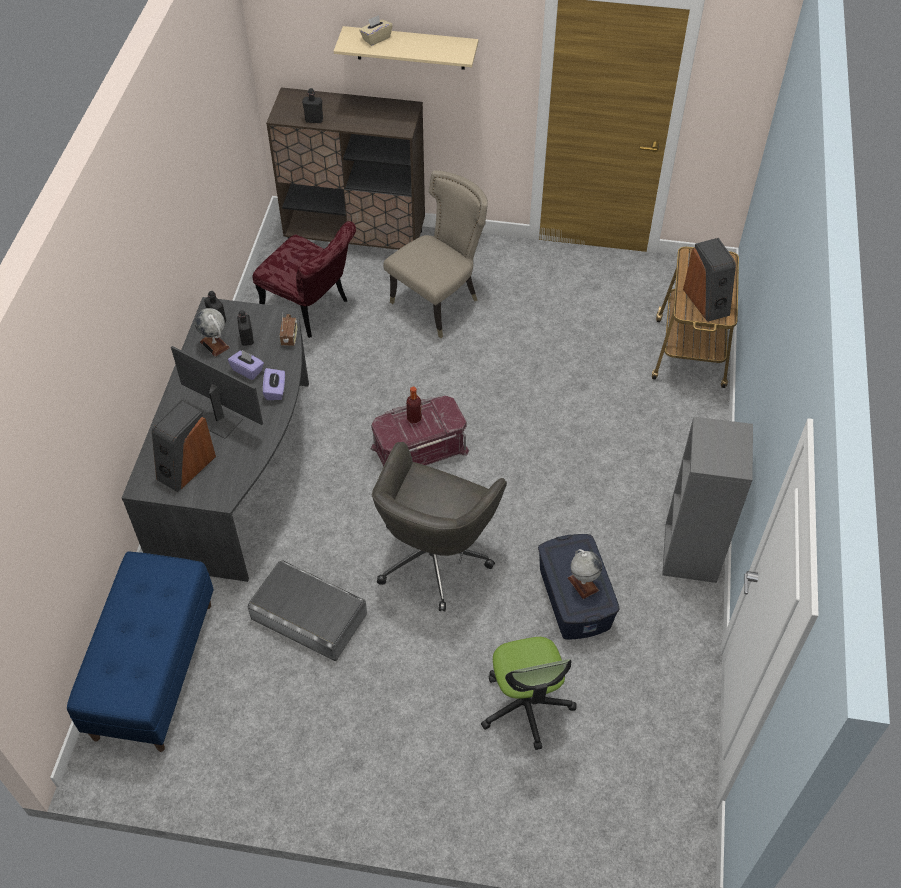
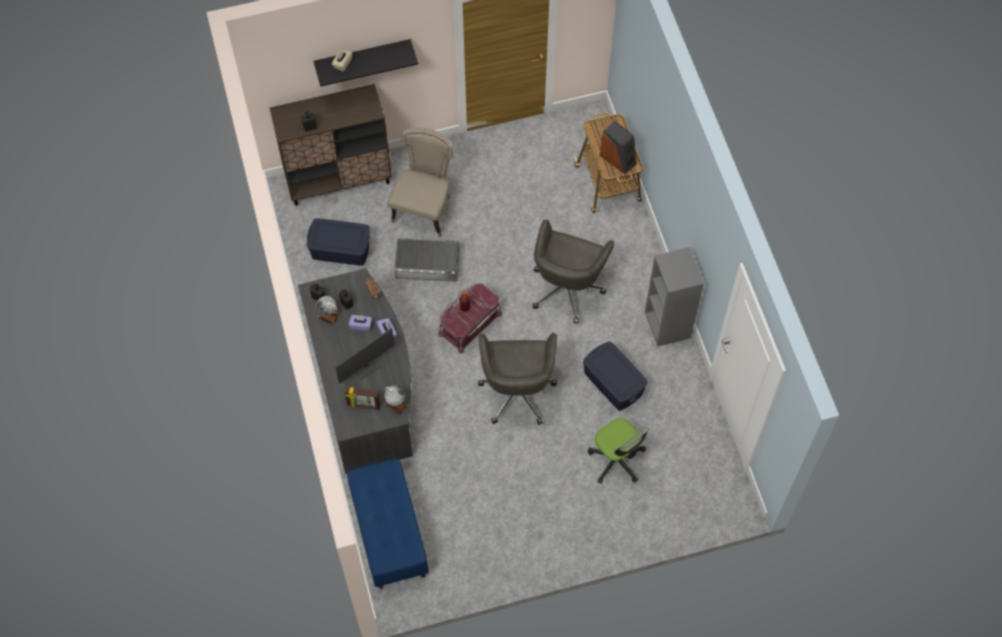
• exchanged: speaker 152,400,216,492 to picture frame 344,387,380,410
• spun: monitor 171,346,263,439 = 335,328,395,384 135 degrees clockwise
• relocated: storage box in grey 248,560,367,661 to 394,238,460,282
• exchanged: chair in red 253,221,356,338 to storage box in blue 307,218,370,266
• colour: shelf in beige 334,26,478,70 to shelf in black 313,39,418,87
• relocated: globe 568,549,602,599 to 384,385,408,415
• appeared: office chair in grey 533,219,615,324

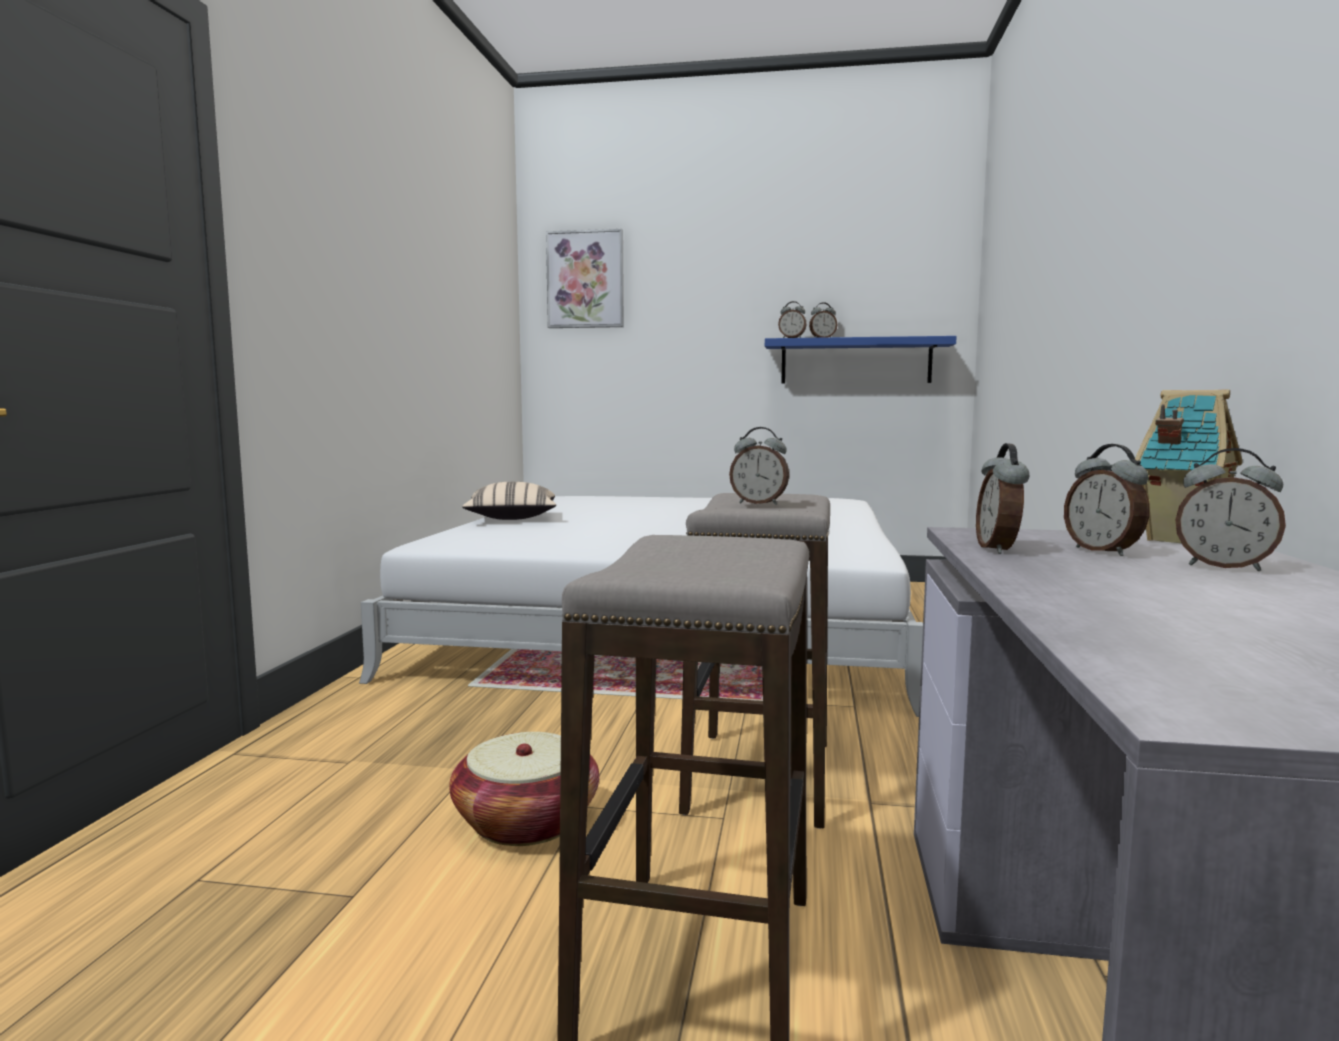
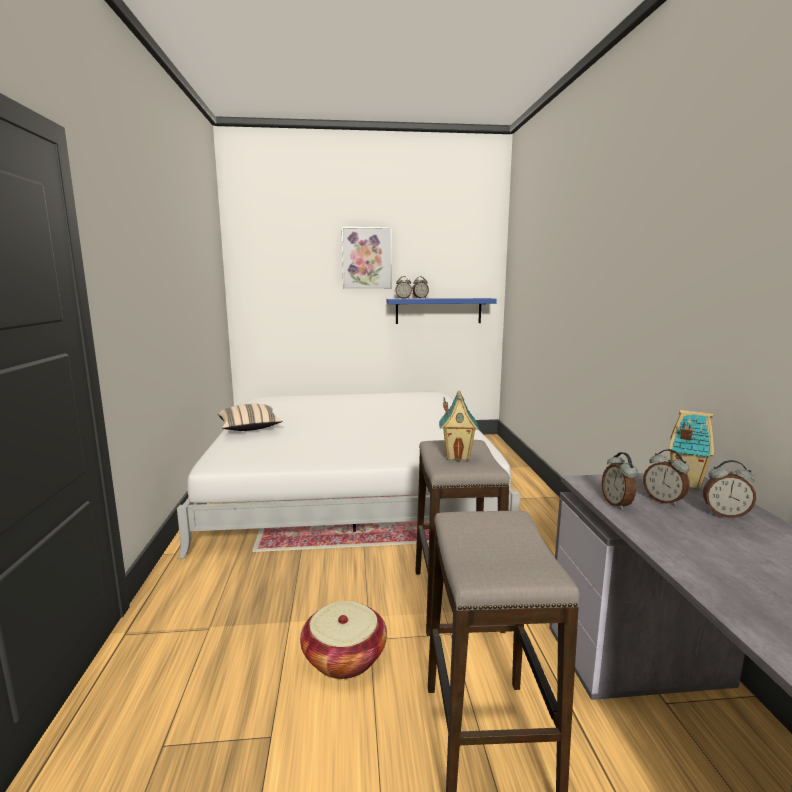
• relocated: picture 546,229,624,328 to 342,227,392,289
• exchanged: alarm clock 729,427,789,505 to toy house 439,390,479,460

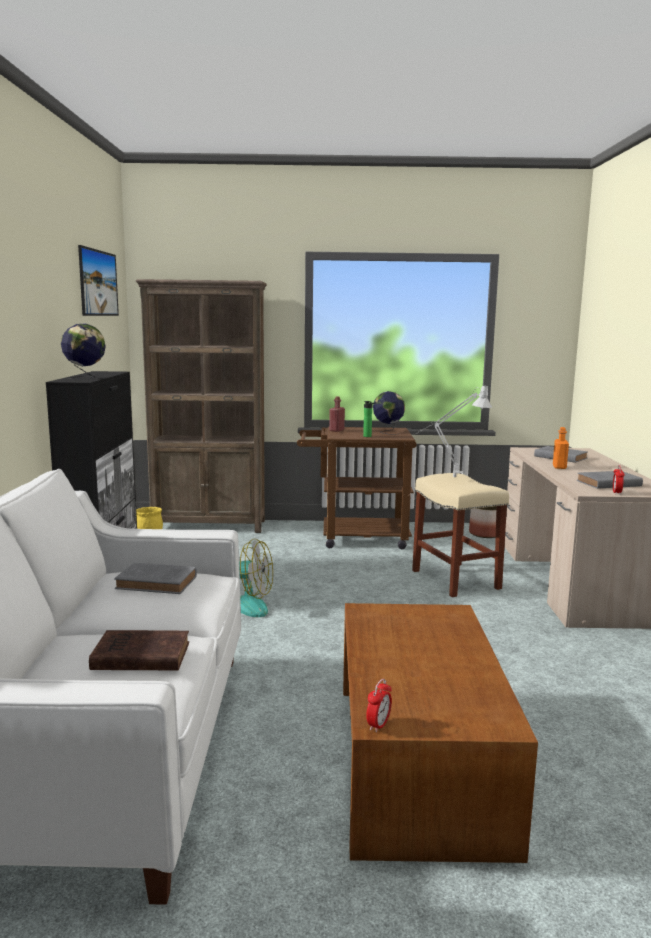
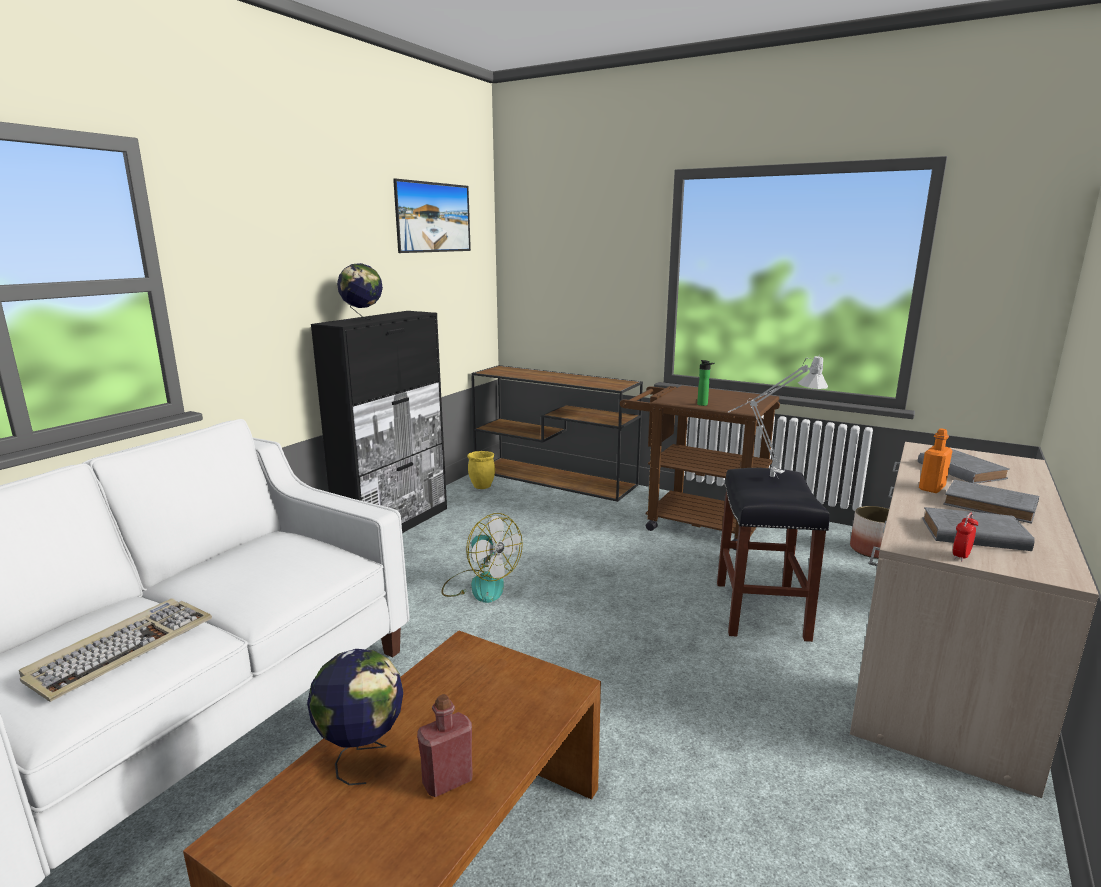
• exchanged: book in brown 89,630,189,670 to keyboard 19,599,212,702
• relocated: book in grey 114,563,197,594 to 943,480,1039,524
• exchanged: bookcase in brown 136,279,267,533 to console table in brown 471,365,643,502
• relocated: bottle in red 329,396,345,432 to 417,694,473,797
• missing: alarm clock 366,679,392,733
• relocated: globe 373,391,405,435 to 307,649,403,785
• colour: stool in beige 412,473,509,597 to stool in black 717,468,830,642

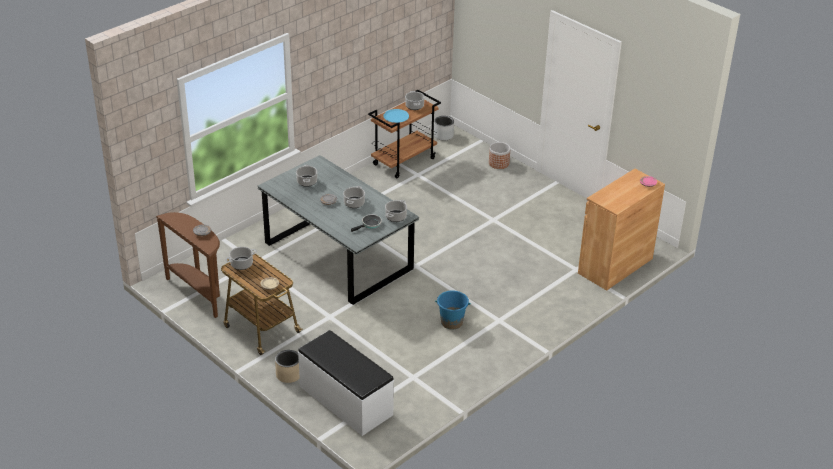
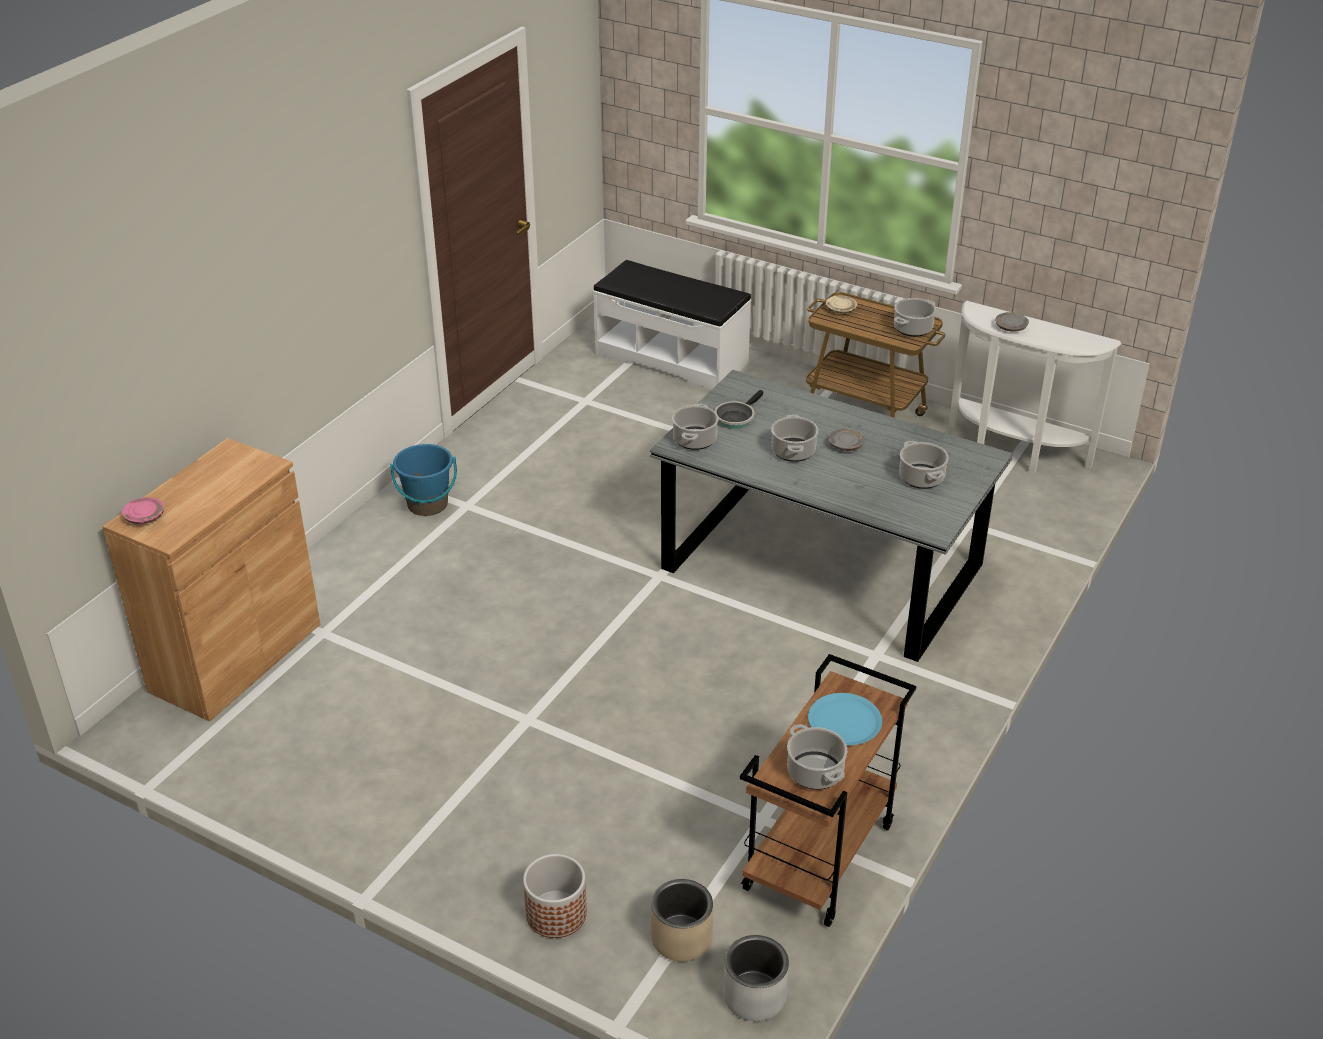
• colour: console table in brown 156,212,220,318 to console table in white 949,301,1121,474
• relocated: planter in beige 275,350,300,383 to 651,879,713,961
• relocated: bucket in blue 435,290,470,330 to 390,444,457,516

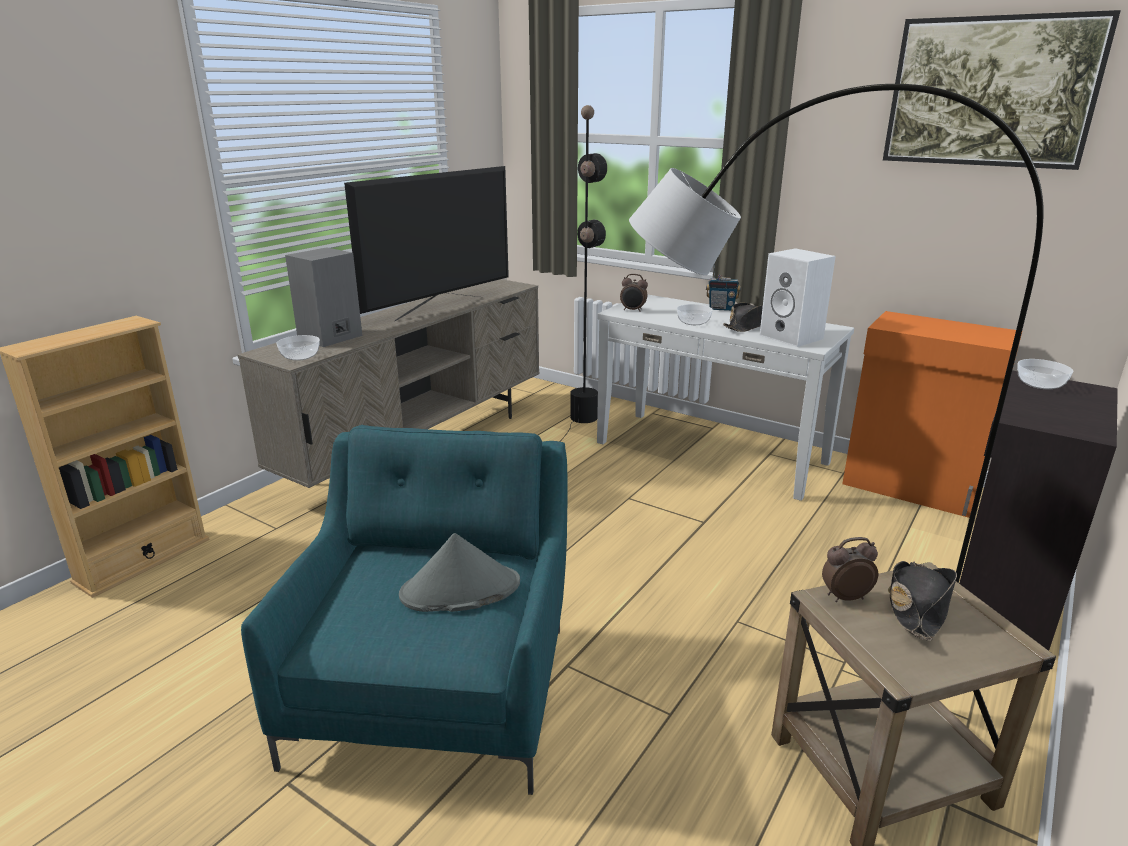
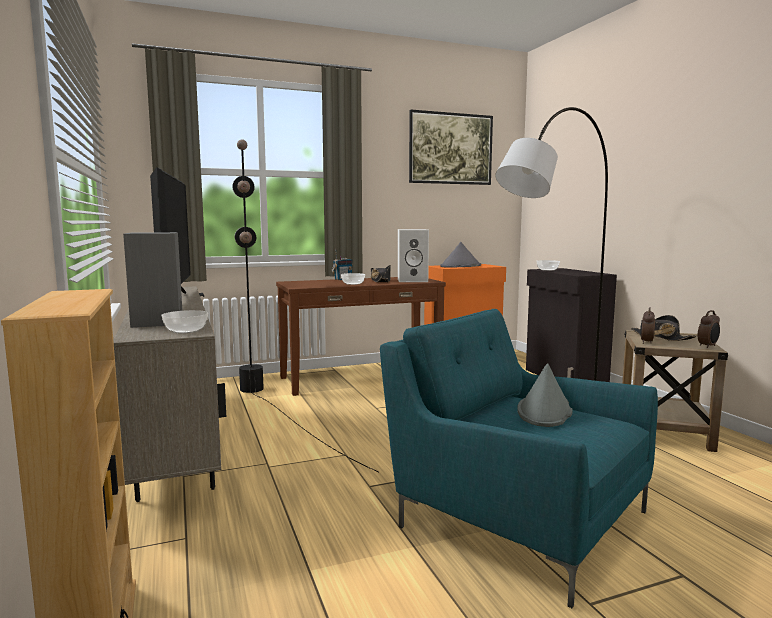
• colour: console table in white 597,294,854,501 to console table in brown 276,277,446,396
• relocated: alarm clock 620,274,648,312 to 698,310,720,348
• appeared: hat in grey 440,242,481,268

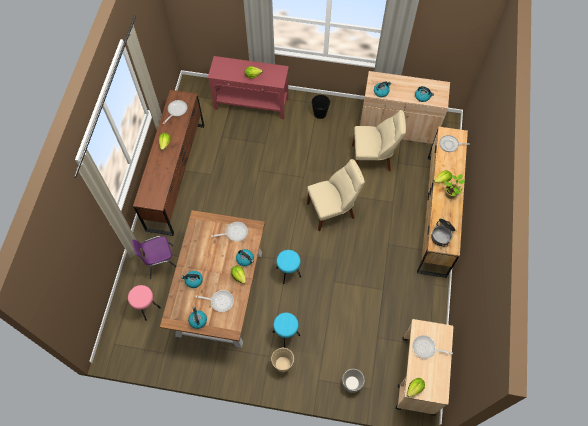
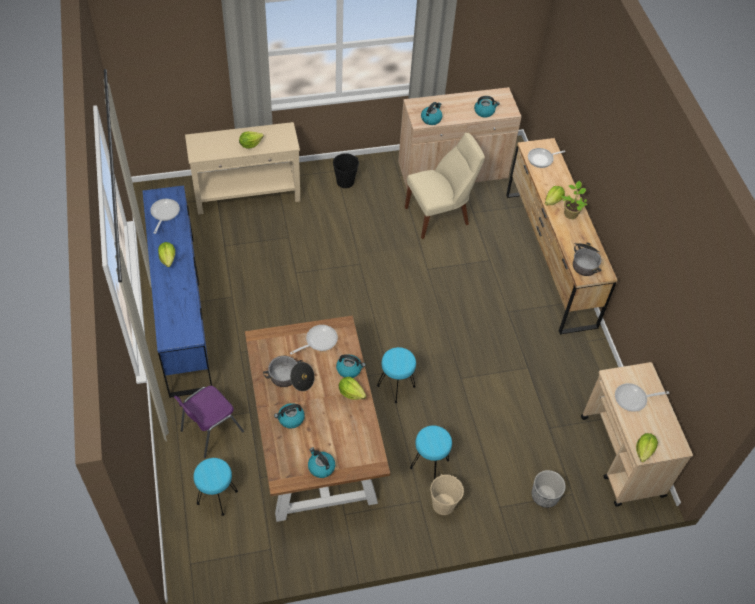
• colour: stool in pink 128,285,161,321 to stool in turquoise 194,458,238,516
• colour: dresser in brown 133,90,204,236 to dresser in blue 143,185,212,398
• missing: frying pan 195,290,234,312
• colour: console table in red 208,56,289,119 to console table in beige 185,122,301,214
• missing: chair in beige 307,159,365,231
• appeared: cooking pot 263,356,315,391

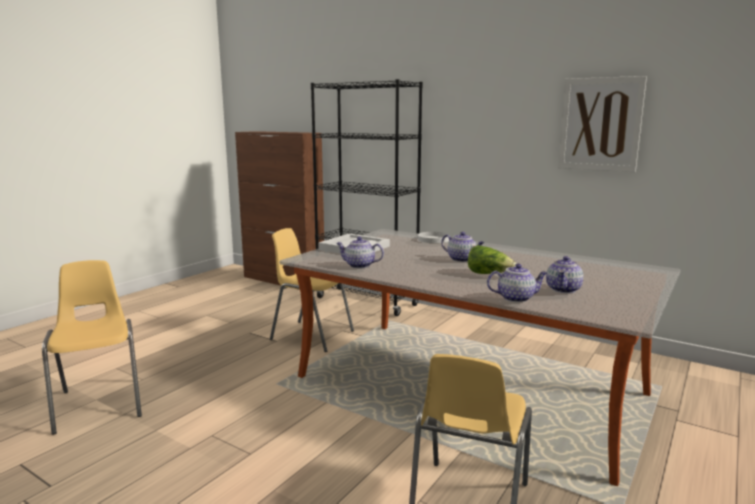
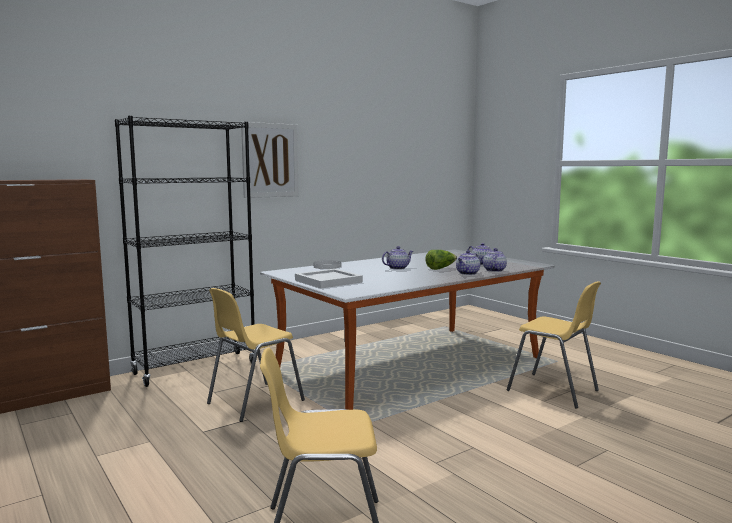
• relocated: teapot 336,237,384,268 to 456,250,480,275
• relocated: picture 558,76,647,172 to 241,122,299,198

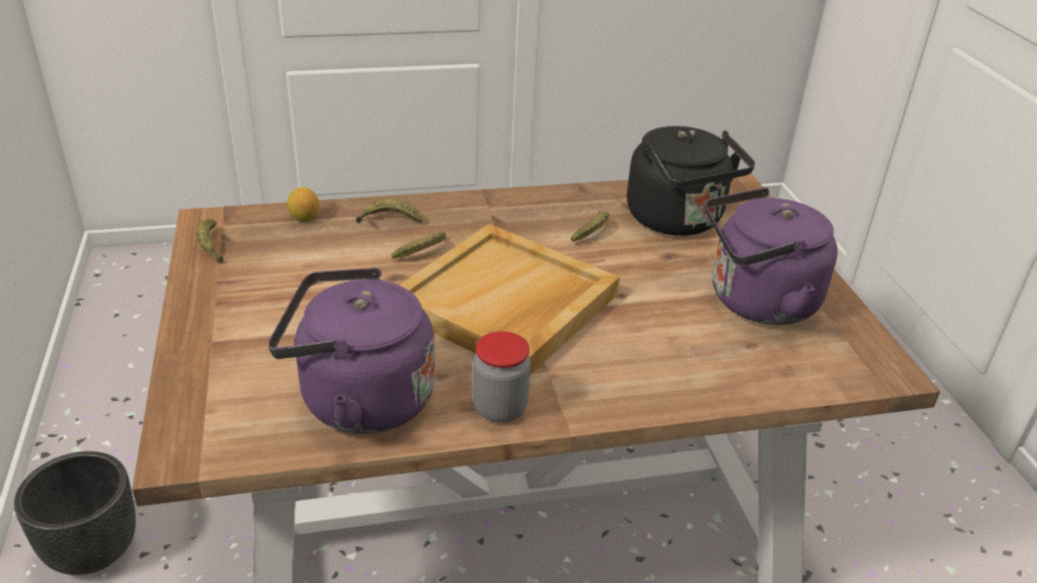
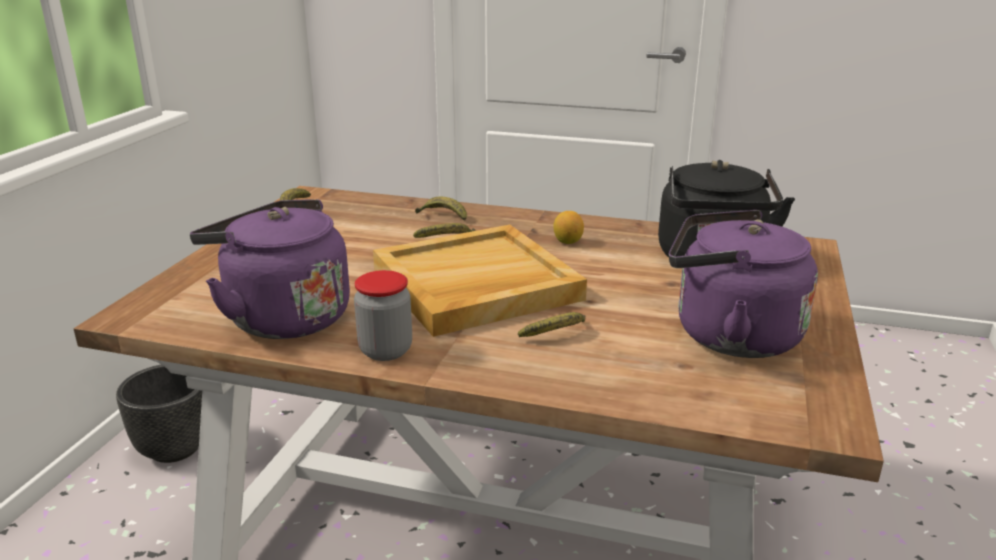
• relocated: lemon 287,187,319,222 to 553,211,584,244
• relocated: banana 571,211,609,241 to 518,312,585,337

